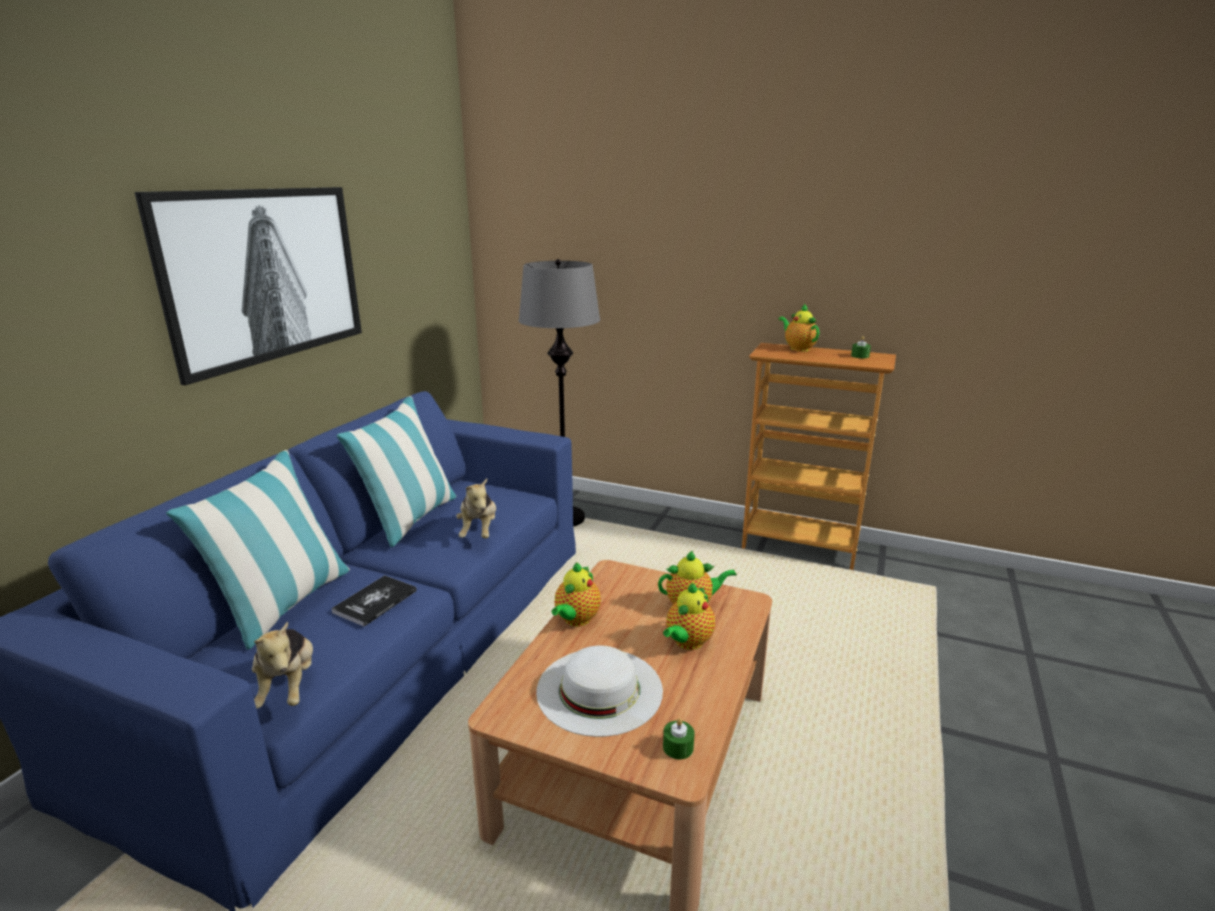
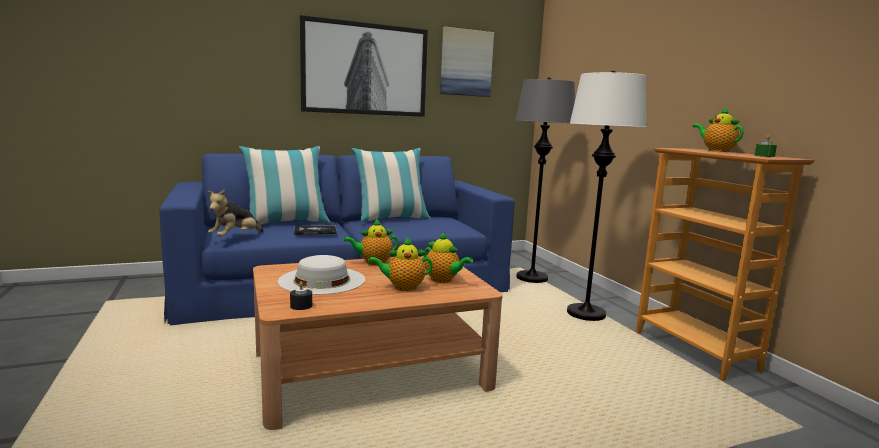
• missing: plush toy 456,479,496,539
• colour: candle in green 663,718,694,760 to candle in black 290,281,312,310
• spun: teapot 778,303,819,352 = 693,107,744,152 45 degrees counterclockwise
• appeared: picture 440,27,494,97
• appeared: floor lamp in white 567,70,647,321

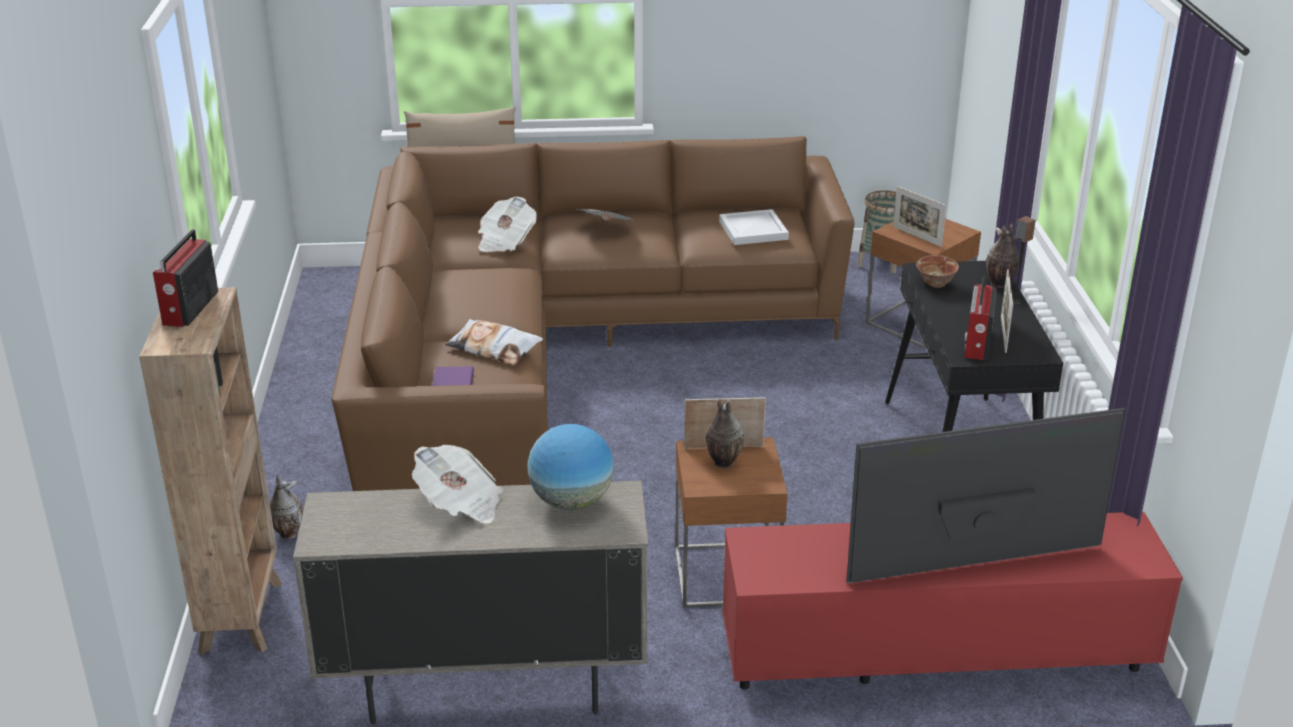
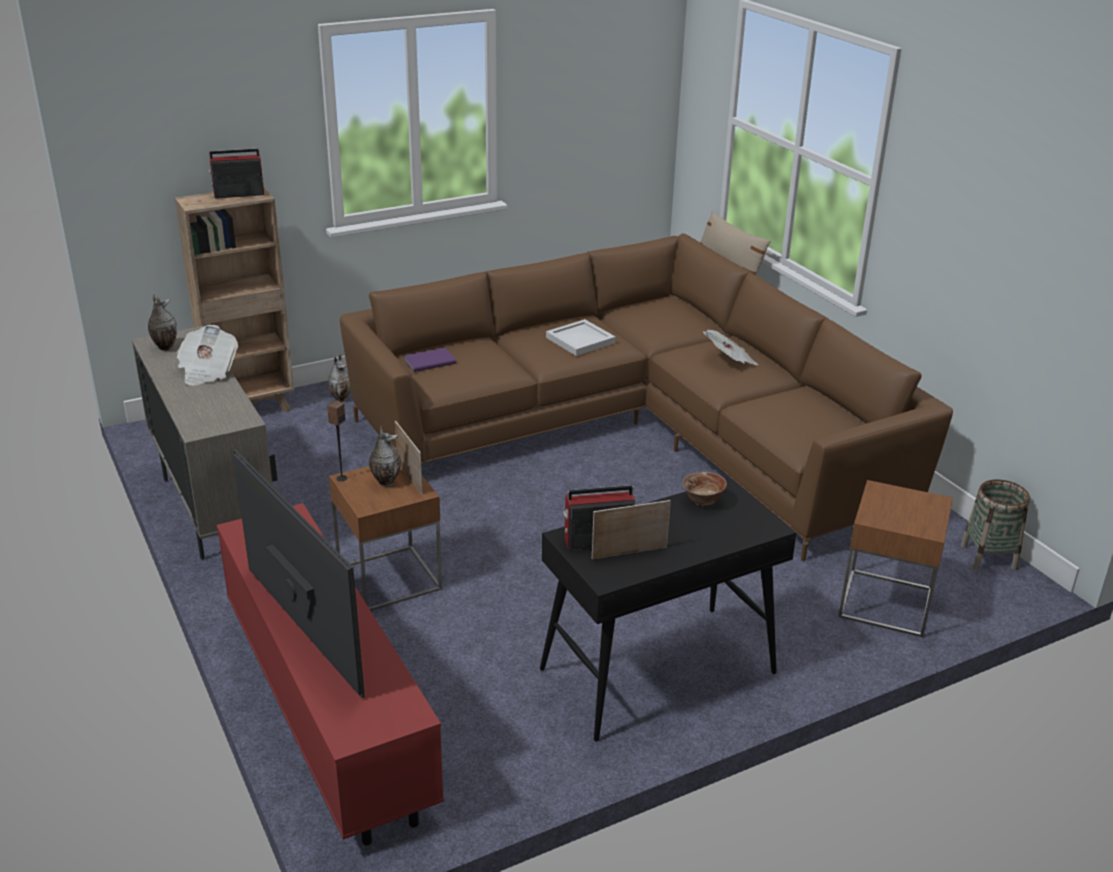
• missing: pillow 445,319,543,365
• missing: newspaper 478,197,537,252
• missing: globe 528,424,614,510
• relocated: tray in white 719,209,789,245 to 546,319,616,356
• missing: picture frame 893,186,947,247
• relocated: vase 986,224,1019,288 to 148,295,177,351
• relocated: speaker 1013,216,1035,305 to 327,401,347,481

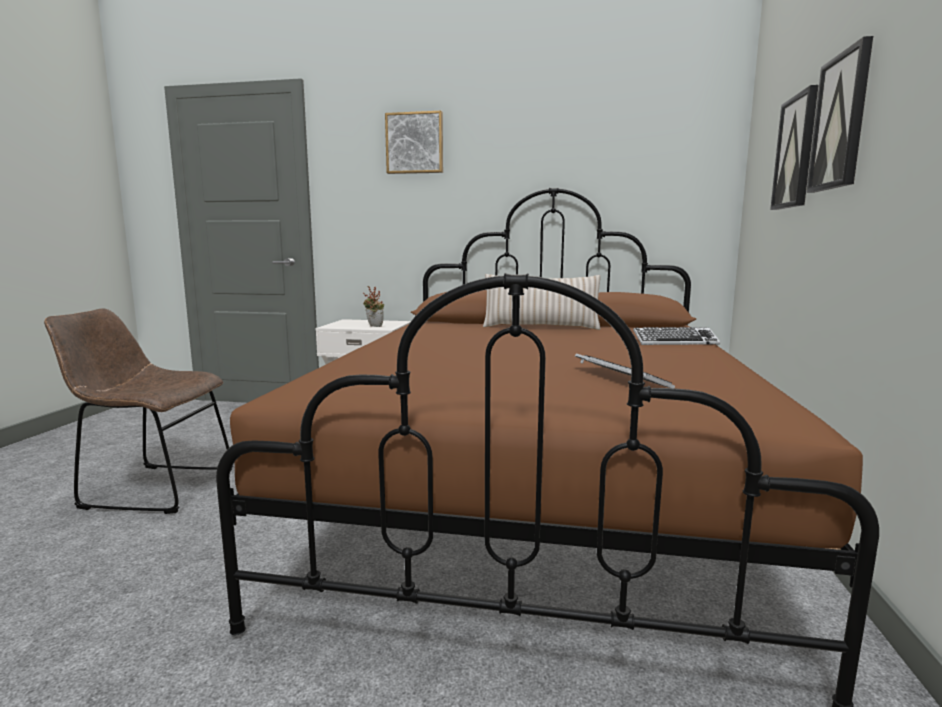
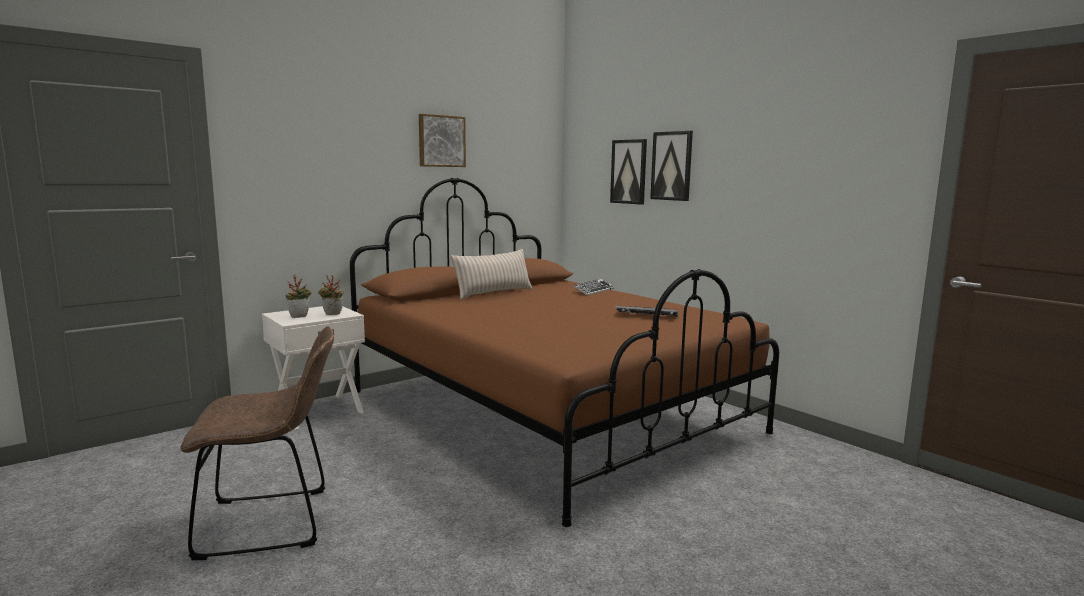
• spun: chair in brown 44,308,233,514 = 180,326,334,560 150 degrees counterclockwise
• relocated: picture 385,111,443,174 to 419,114,466,167
• appeared: potted plant 286,274,312,318

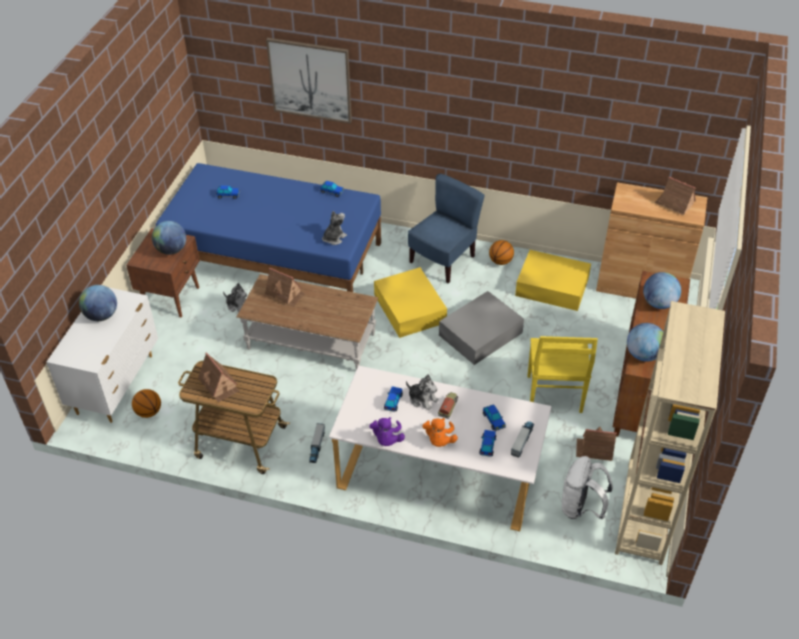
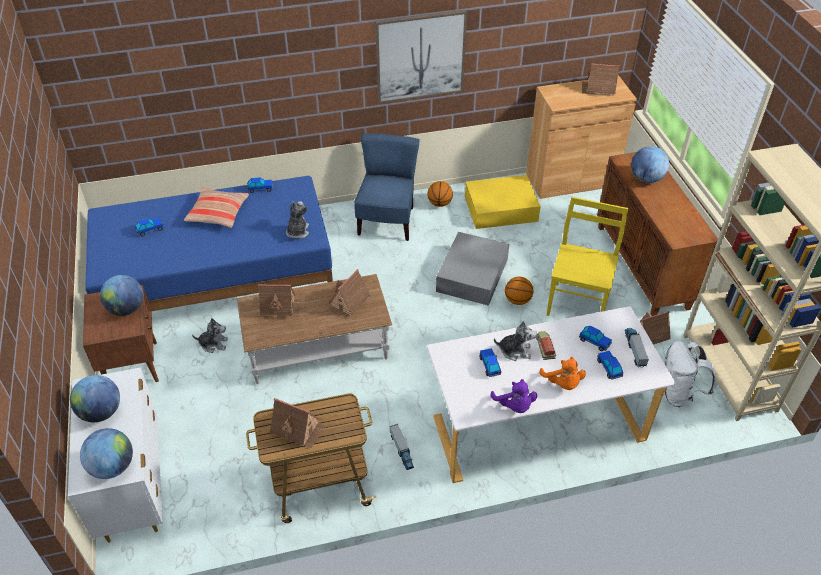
• relocated: basketball 132,389,161,418 to 505,277,534,305
• relocated: picture 266,38,352,124 to 375,10,467,104
• missing: storage box in yellow 374,267,447,338
• spun: chair in yellow 528,336,598,413 = 546,197,628,316 135 degrees counterclockwise
• relocated: globe 627,323,665,362 to 80,428,133,479
• appeared: pillow 184,188,249,228
• appeared: toy house 327,269,370,320

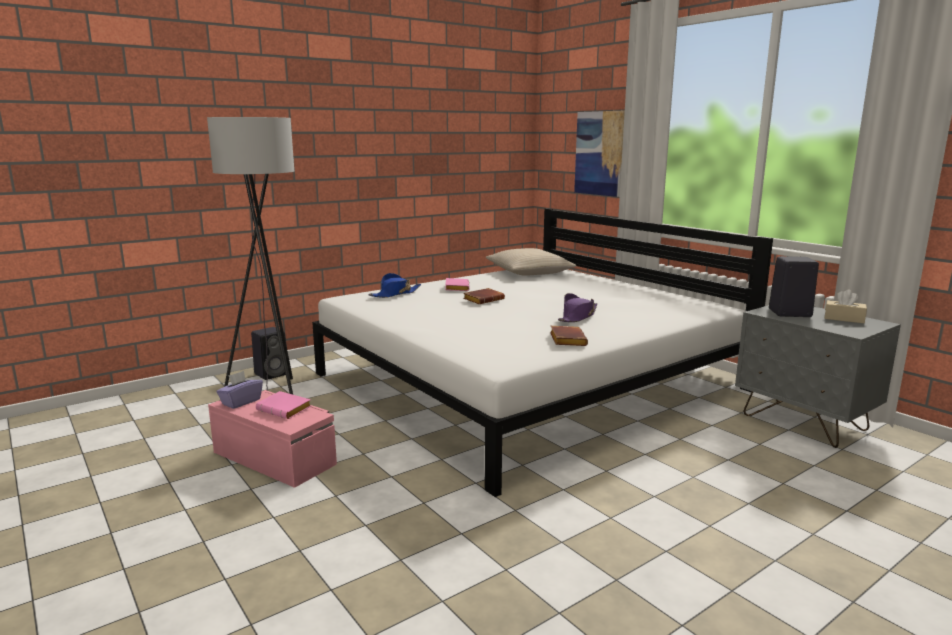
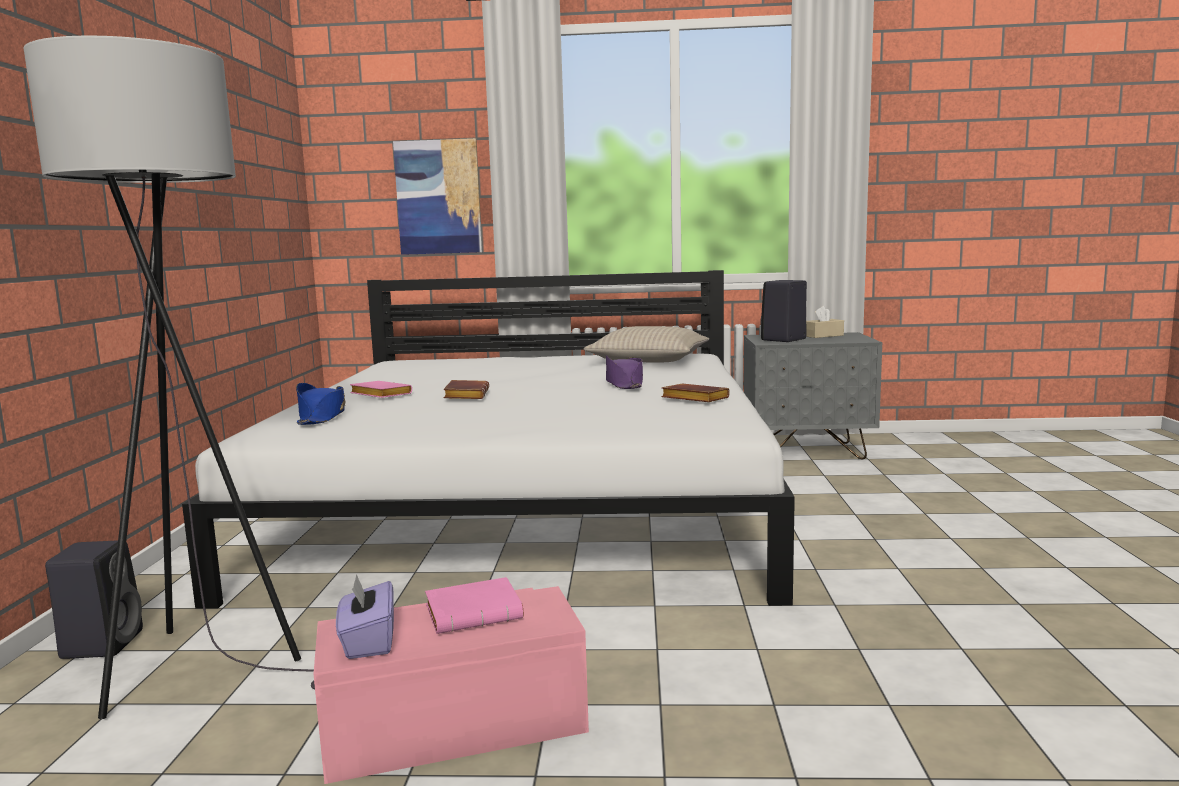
• relocated: pillow in beige 486,248,576,276 to 584,326,709,362

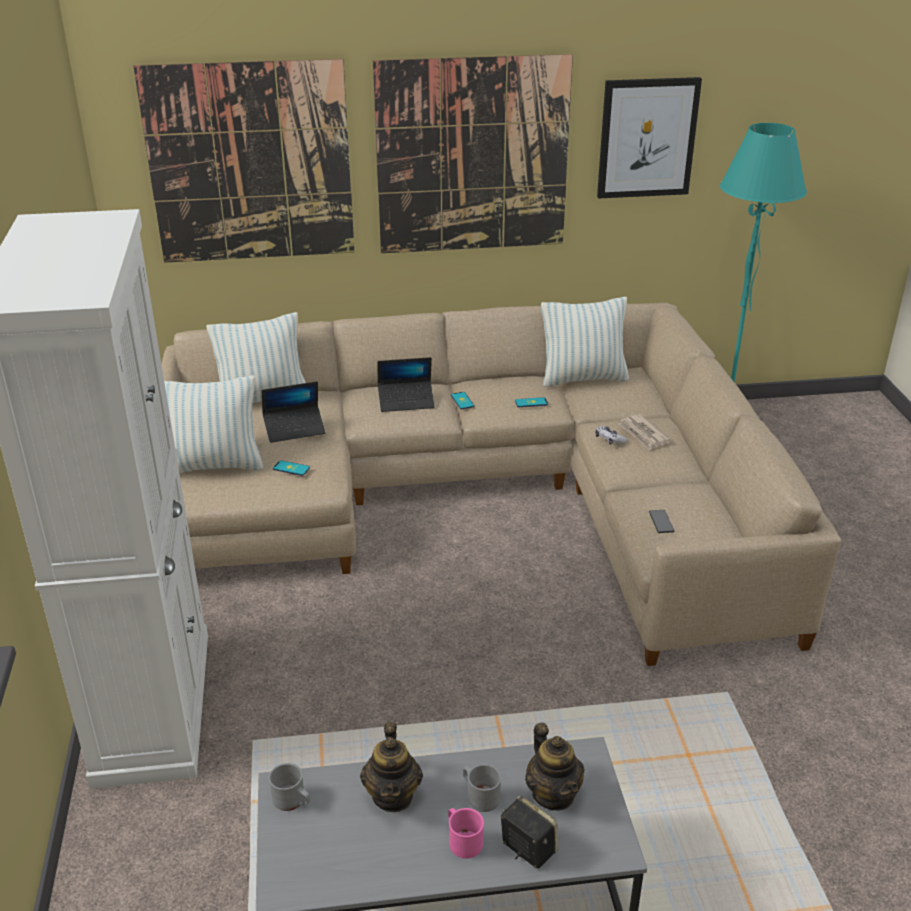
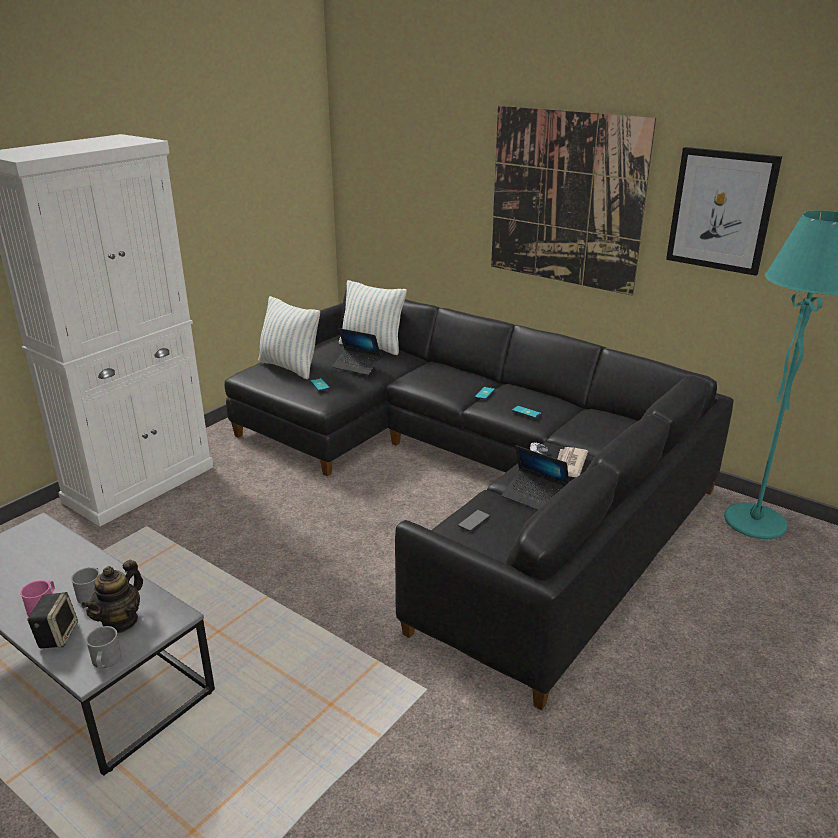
• missing: picture 133,59,354,263
• colour: sofa in beige 161,303,841,666 to sofa in black 224,289,734,710
• relocated: mug in grey 269,763,310,811 to 86,626,122,669
• missing: teapot 360,722,423,812
• relocated: laptop 377,357,435,412 to 502,445,569,510
• missing: pillow 541,297,629,387

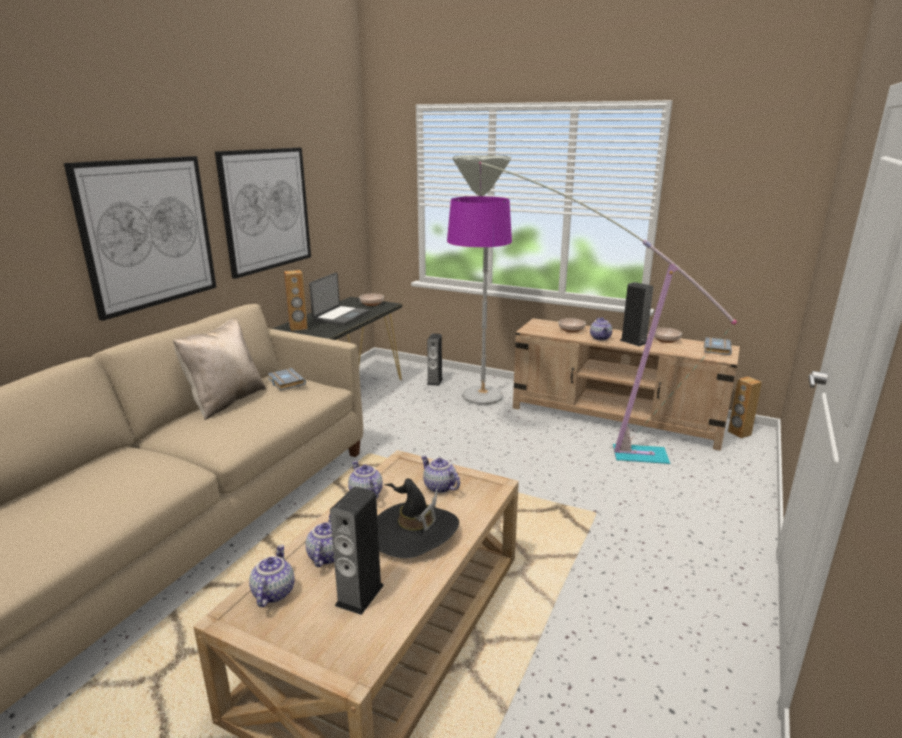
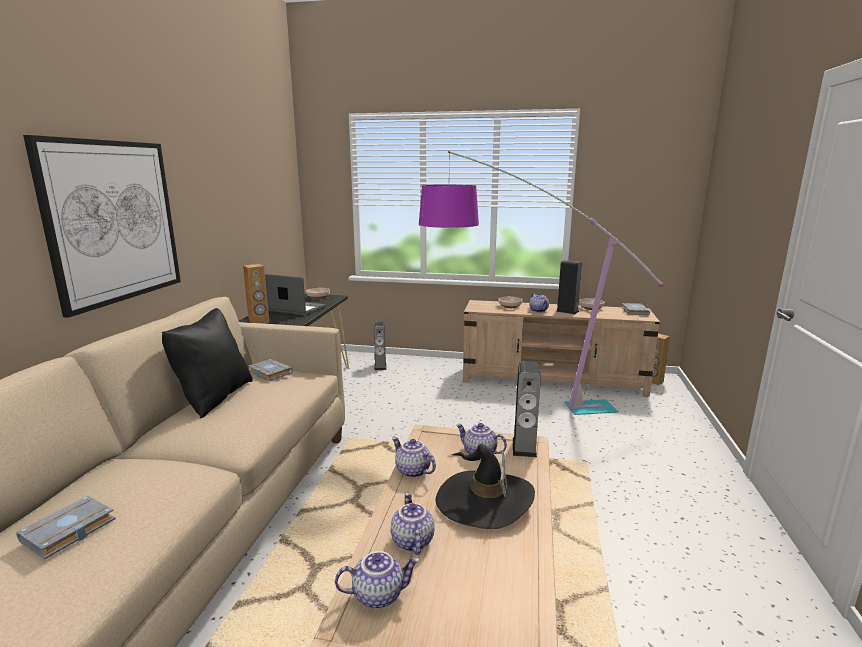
• colour: pillow in beige 173,318,266,420 to pillow in black 162,308,253,418
• missing: picture 215,148,311,279
• spun: teapot 249,545,295,607 = 335,551,420,609 90 degrees clockwise
• spun: laptop 309,272,369,325 = 265,274,326,316 75 degrees counterclockwise
• relocated: speaker 330,486,384,615 to 513,361,541,458
• missing: floor lamp in grey 453,155,511,405
• appeared: book in grey 16,496,116,559

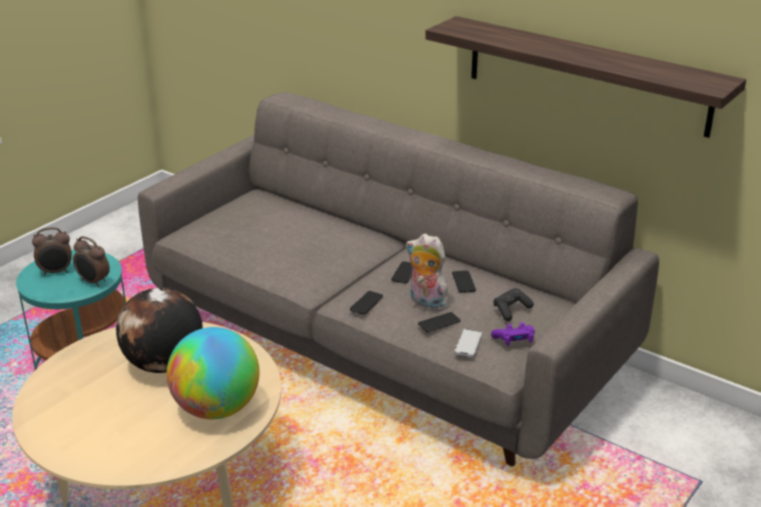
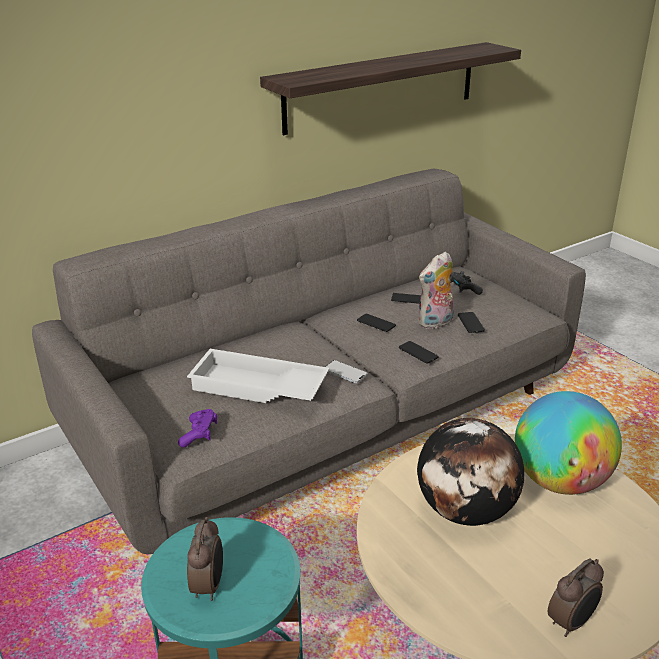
• relocated: alarm clock 73,236,110,287 to 548,559,604,637
• relocated: phone 455,329,483,357 to 325,360,368,383
• relocated: game controller in purple 491,322,535,346 to 178,409,217,448
• appeared: tray in white 187,349,330,403

